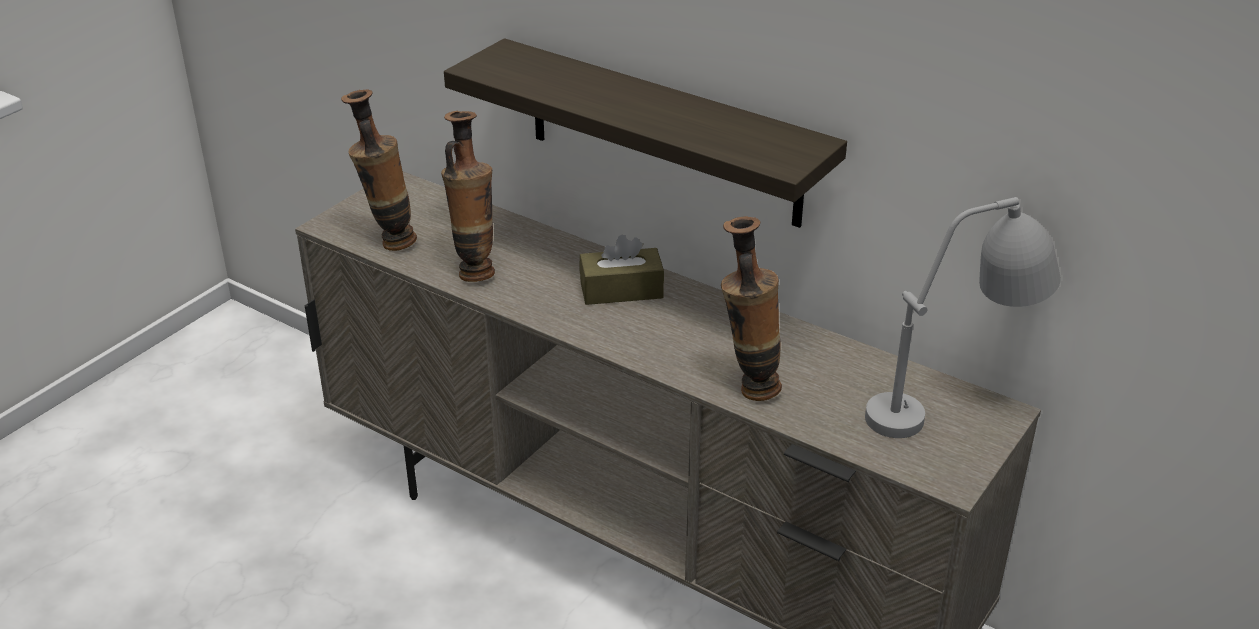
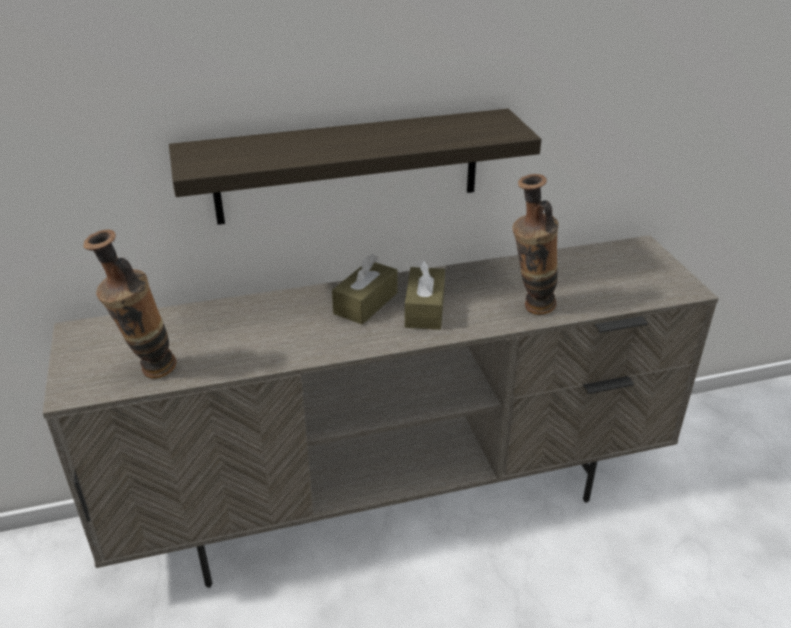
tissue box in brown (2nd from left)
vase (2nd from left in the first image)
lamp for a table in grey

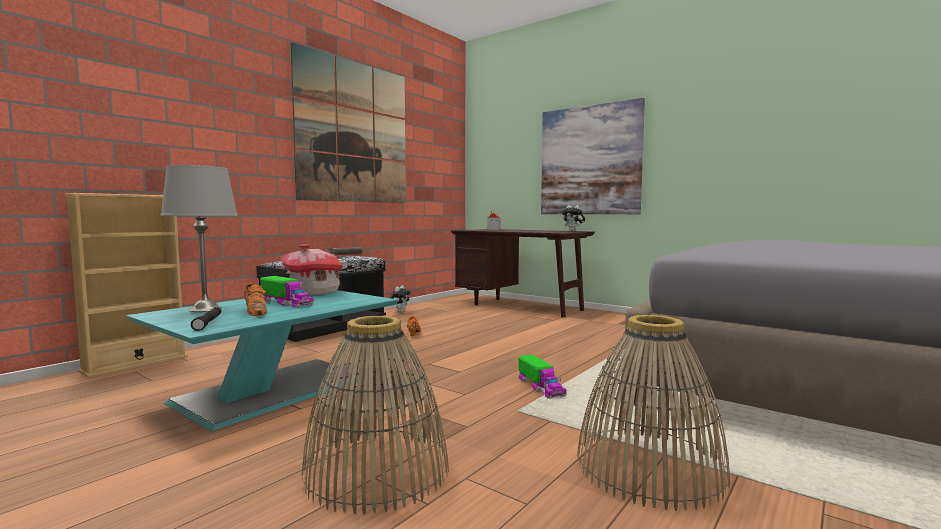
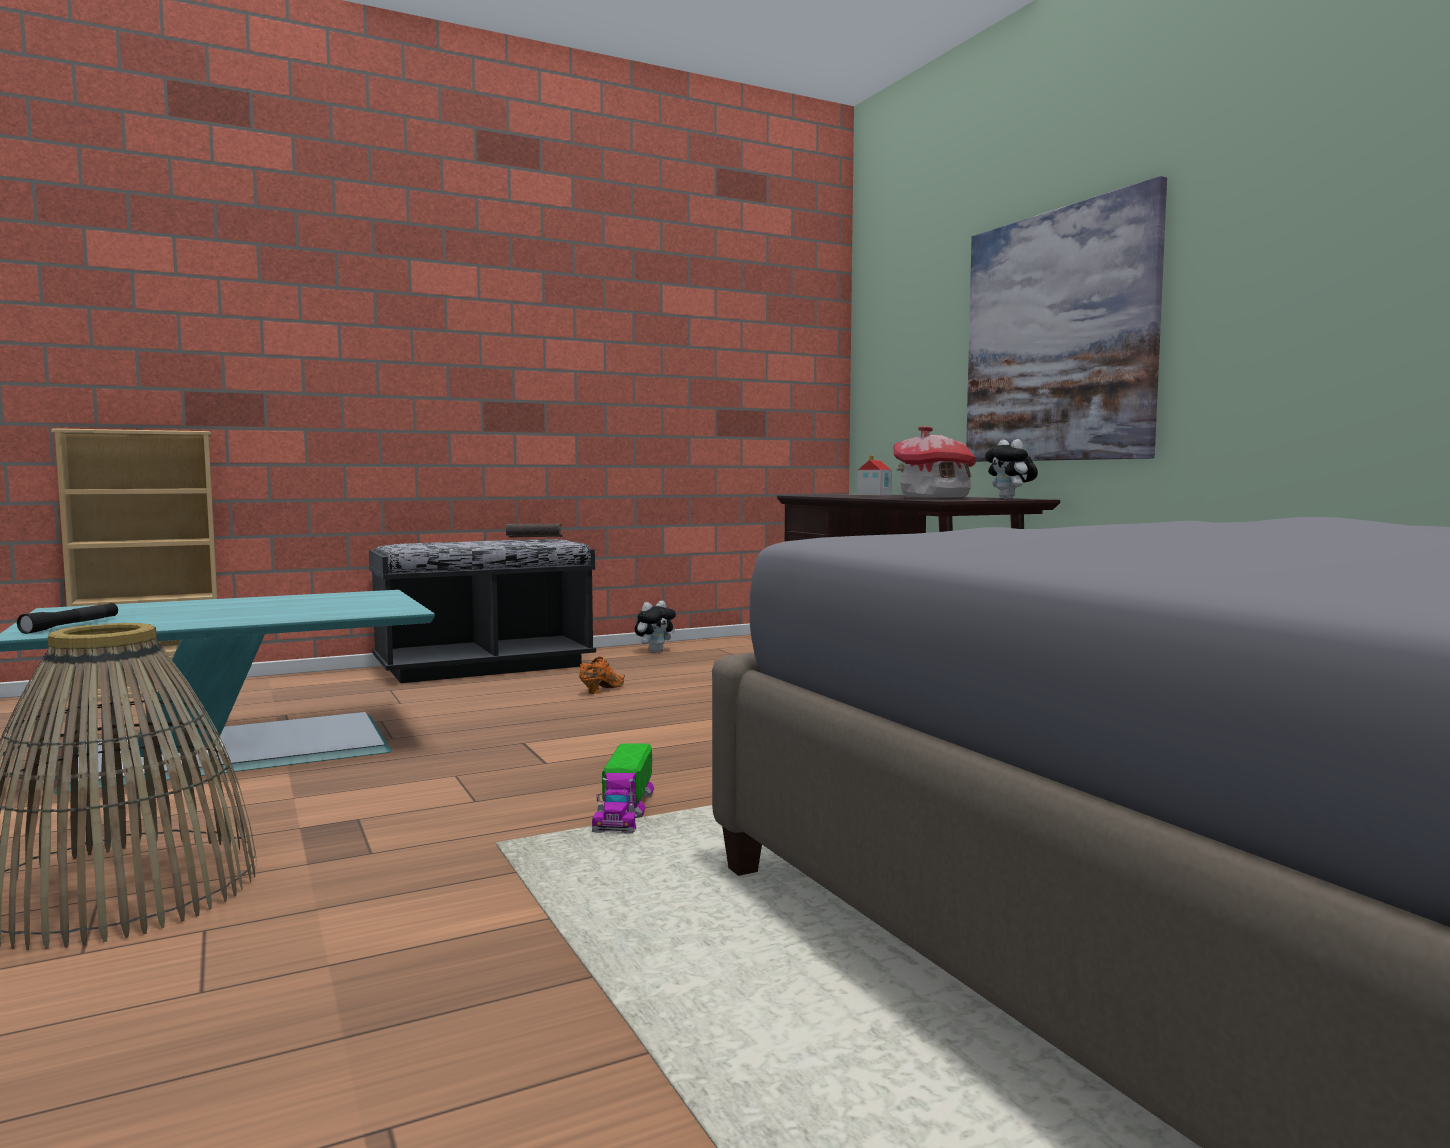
miniature house (2nd from left)
lamp for a table in grey
low shoe in orangey (1st from left in the first image)
toy lorry (1st from left in the first image)
wall picture (1st from left in the first image)
basket (2nd from left in the first image)

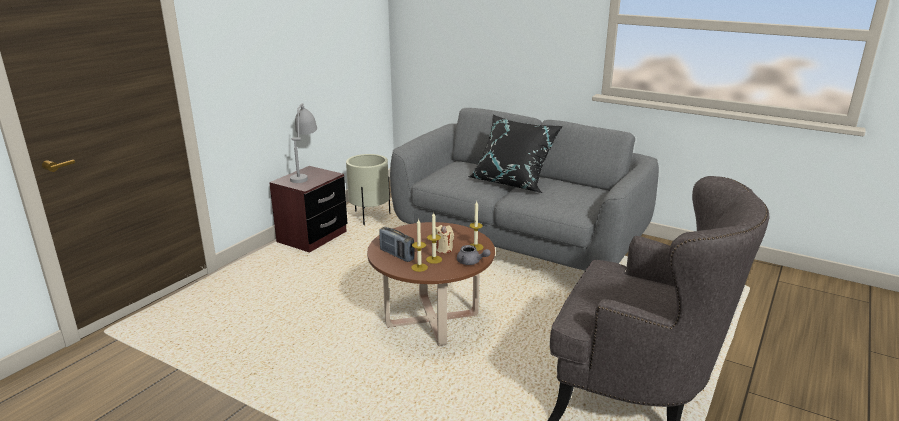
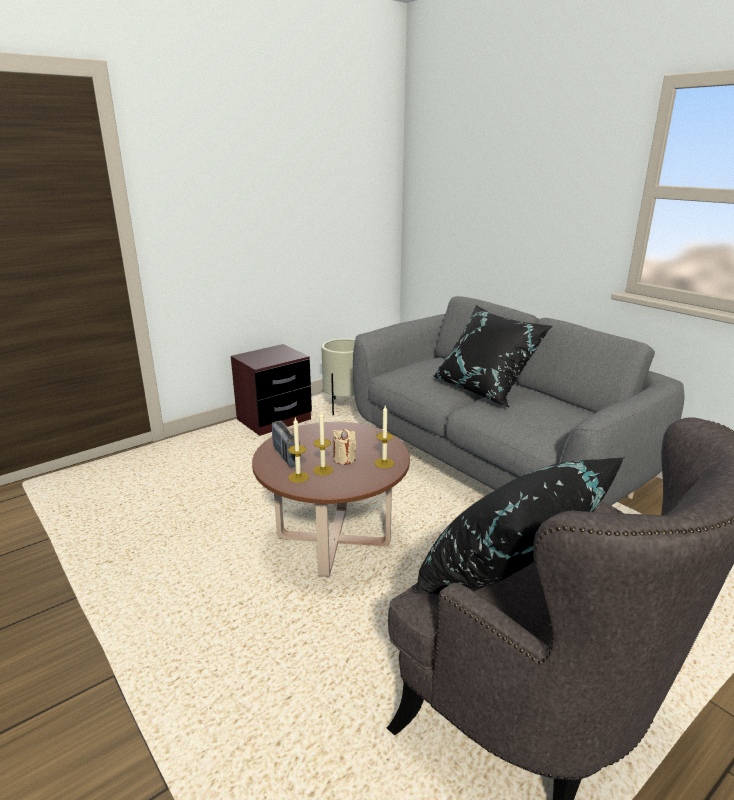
pillow in black-coloured (2nd from left)
lamp for a table in grey
tea pot in grey

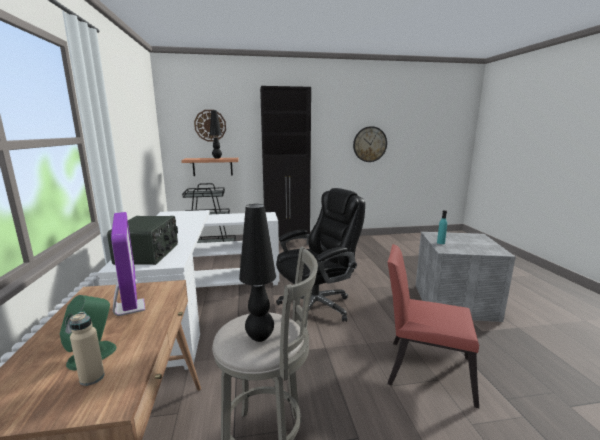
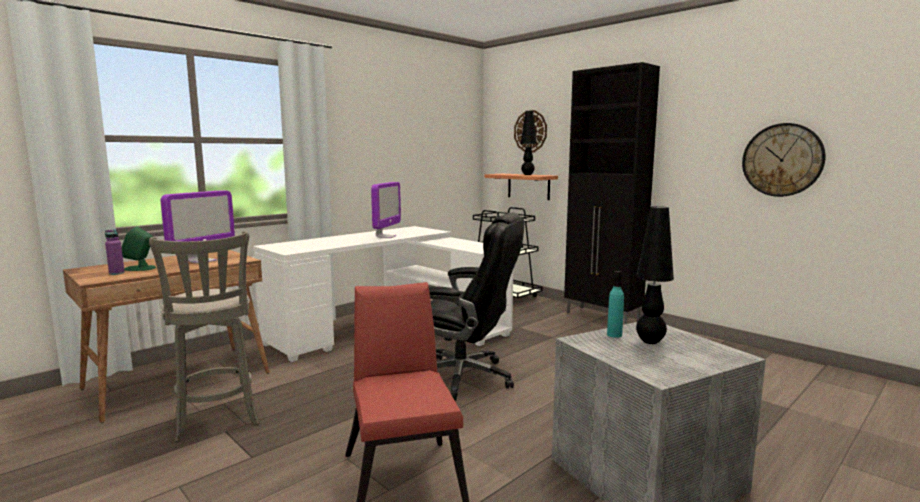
bottle in purple-coloured
computer display (2nd from left)
lamp for a table in black-coloured (2nd from left)
radio

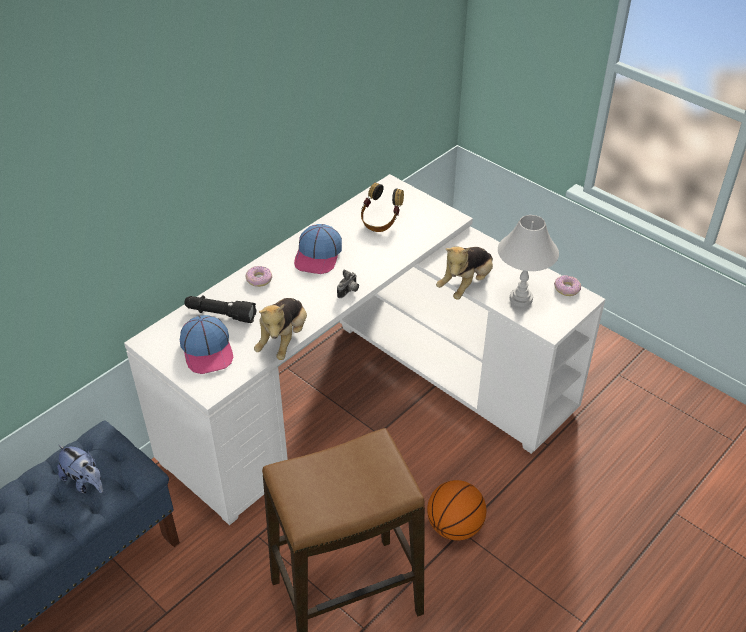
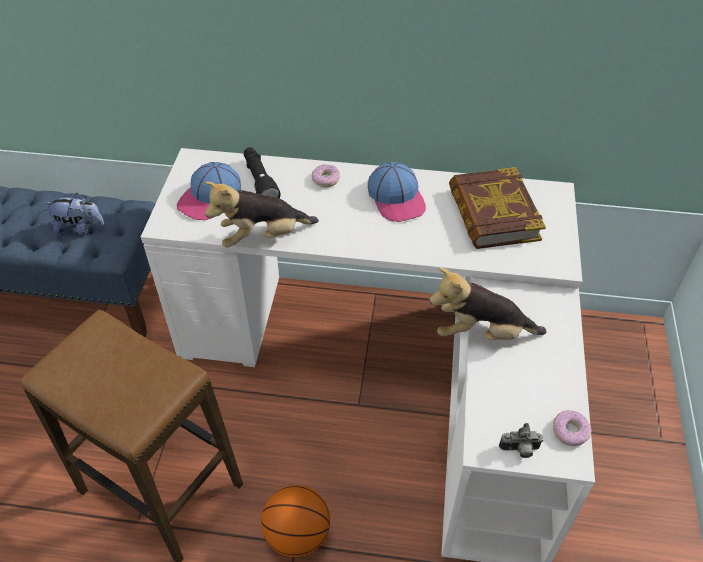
cuddly toy (1st from left)
cap (2nd from left)
volume
photo camera
lamp for a table in white

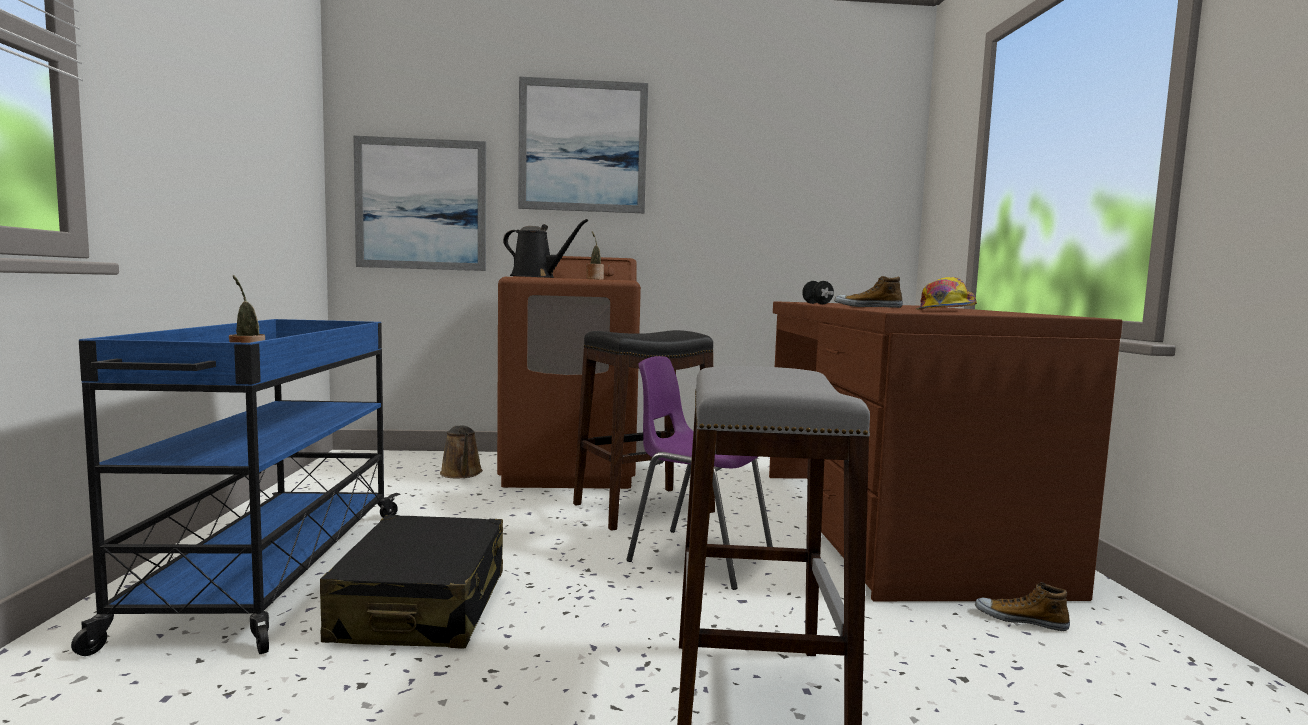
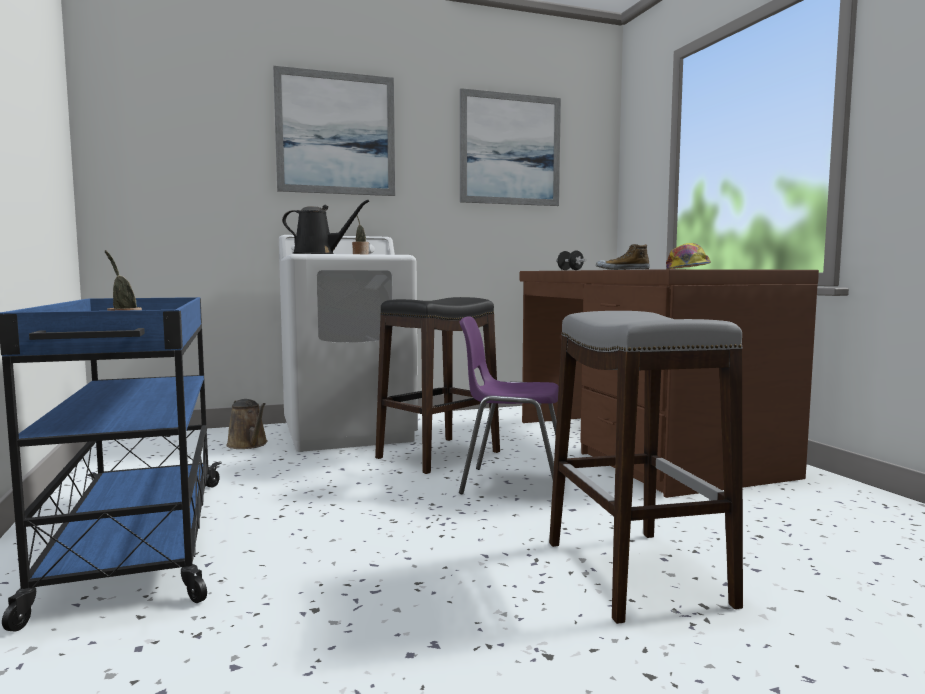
laundry machine in white
wall picture (2nd from left)
suitcase in black-coloured
low shoe (2nd from left in the first image)

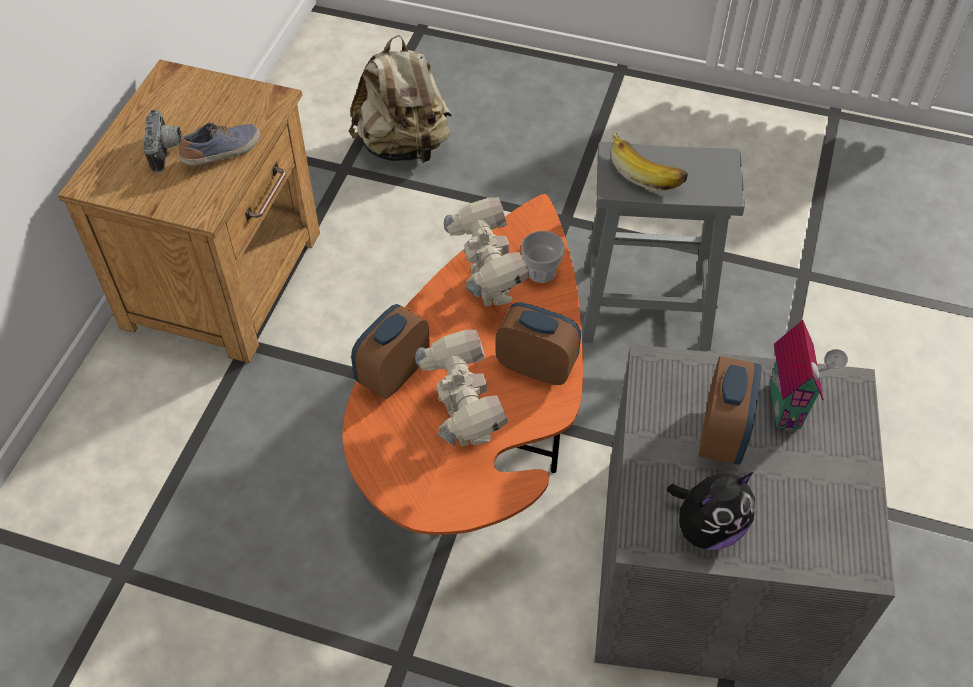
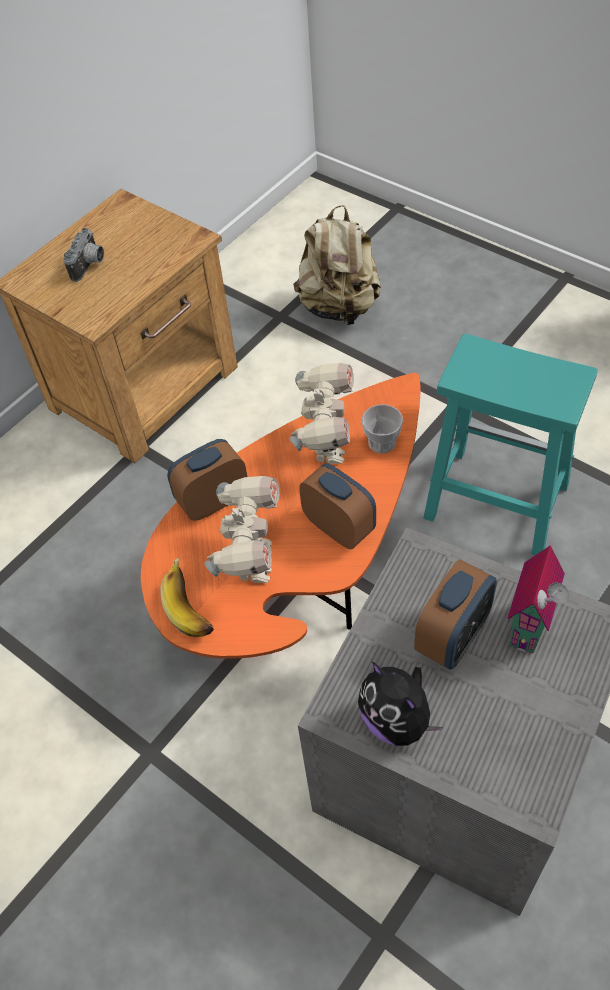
banana
cuddly toy
stool in turquoise-coloured
low shoe

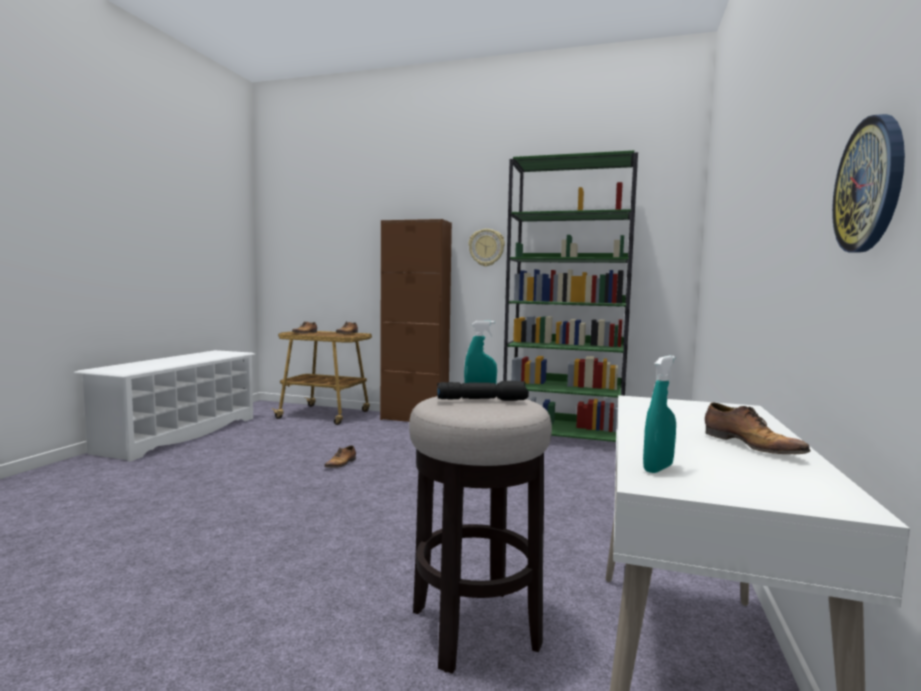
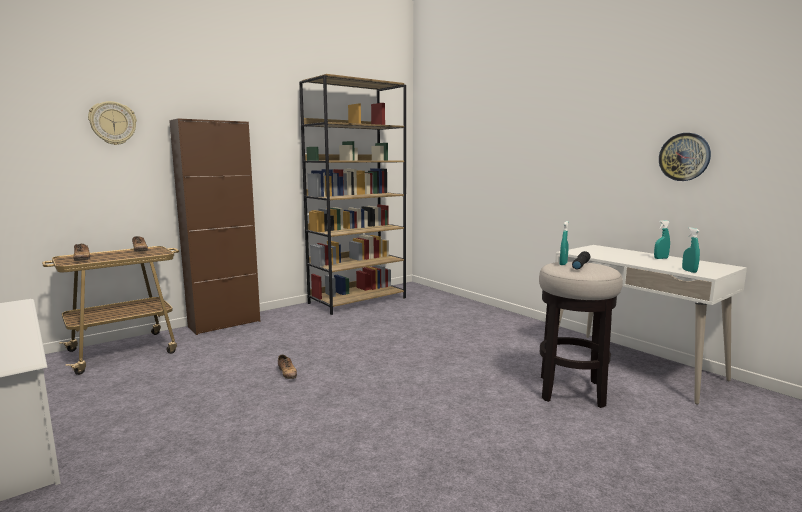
wall clock (1st from left)
bookshelf in brown
hand sprayer in turquoise-coloured (2nd from left)

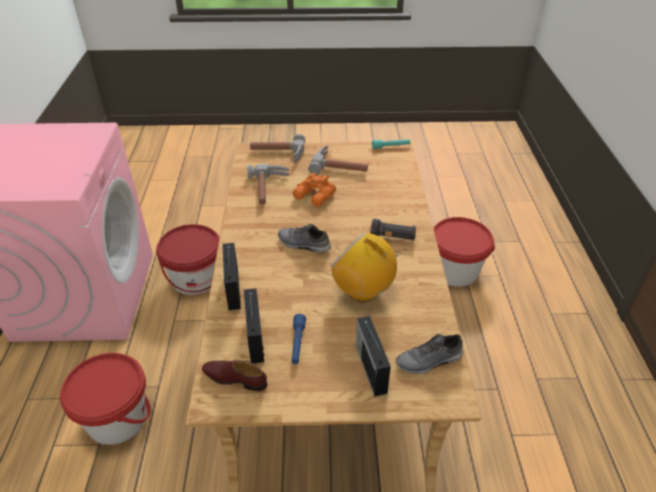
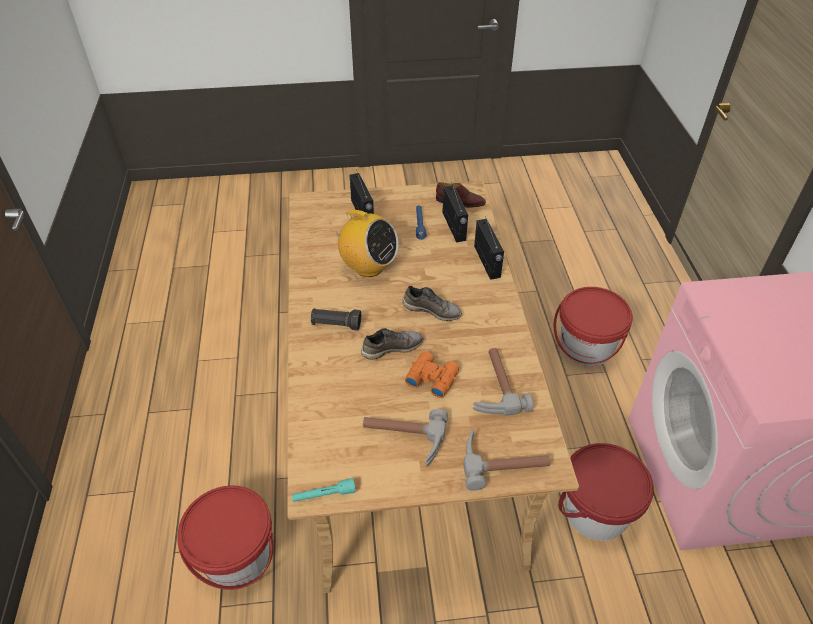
low shoe in grey (1st from left)

